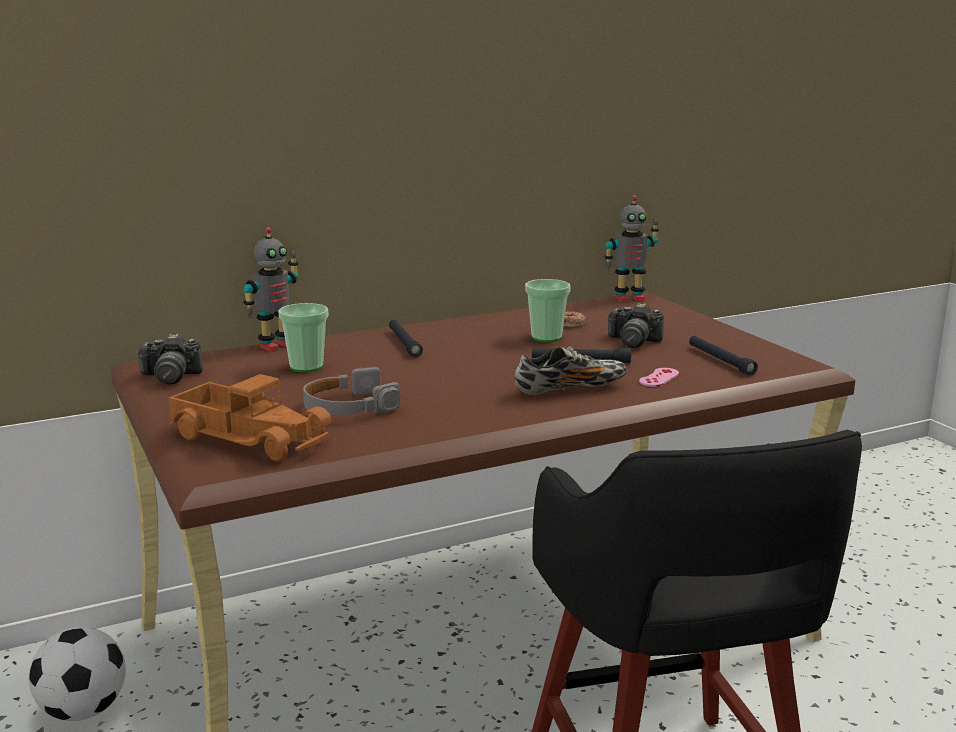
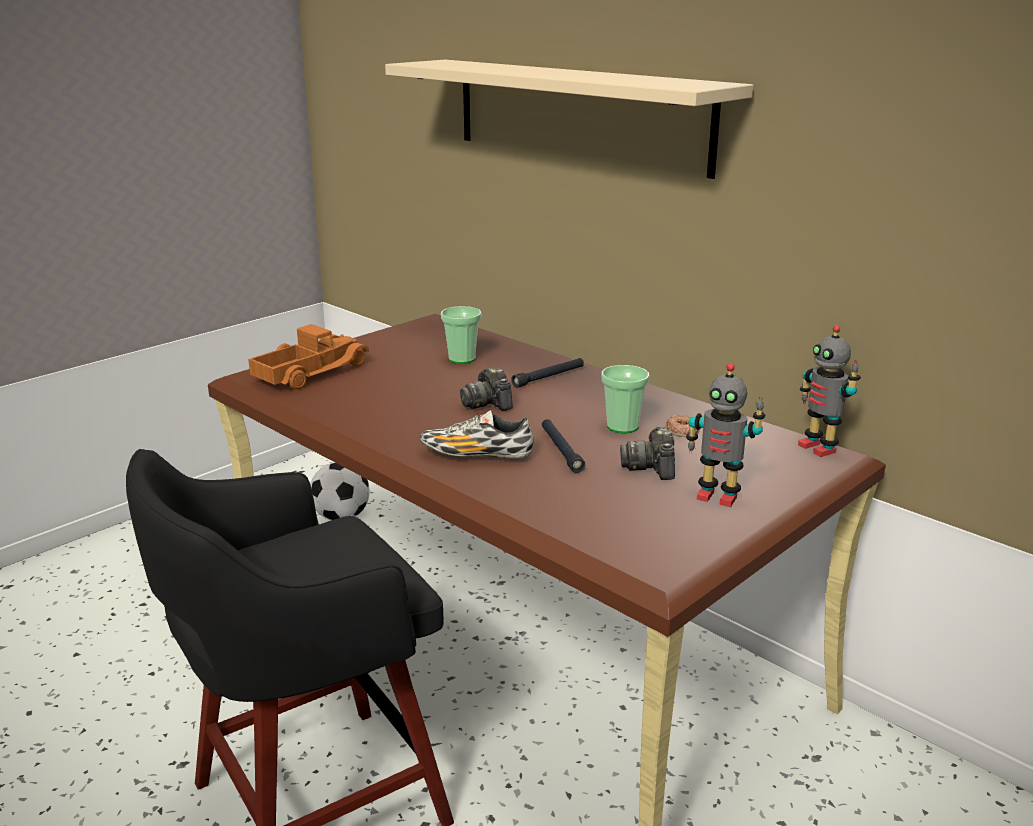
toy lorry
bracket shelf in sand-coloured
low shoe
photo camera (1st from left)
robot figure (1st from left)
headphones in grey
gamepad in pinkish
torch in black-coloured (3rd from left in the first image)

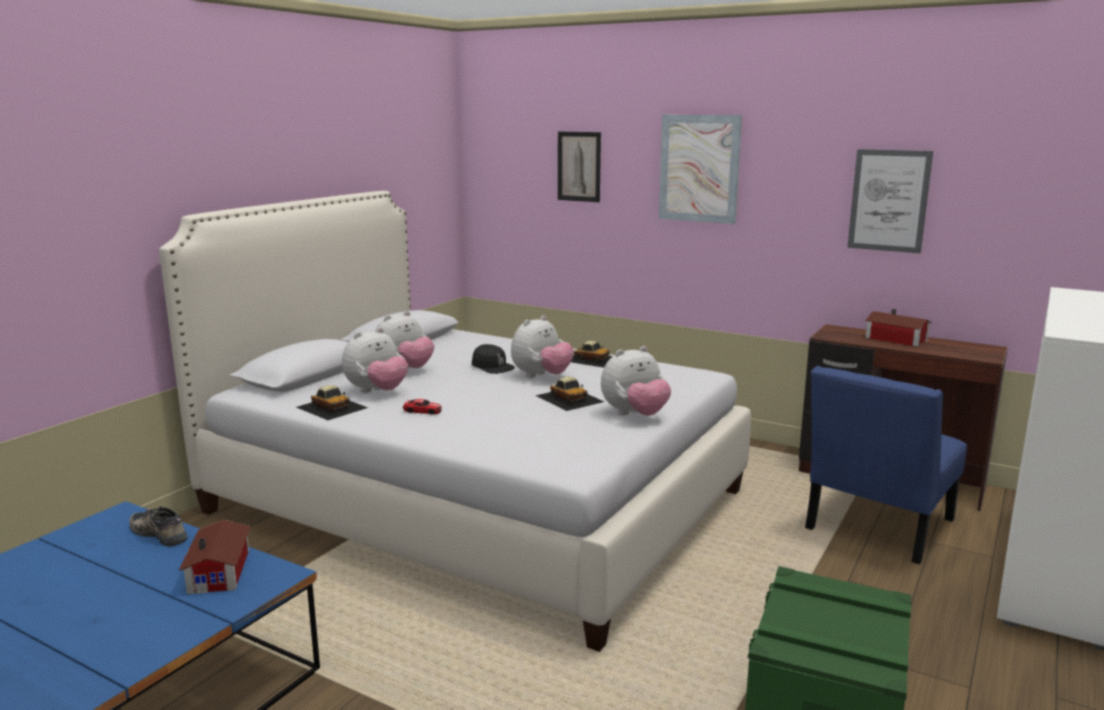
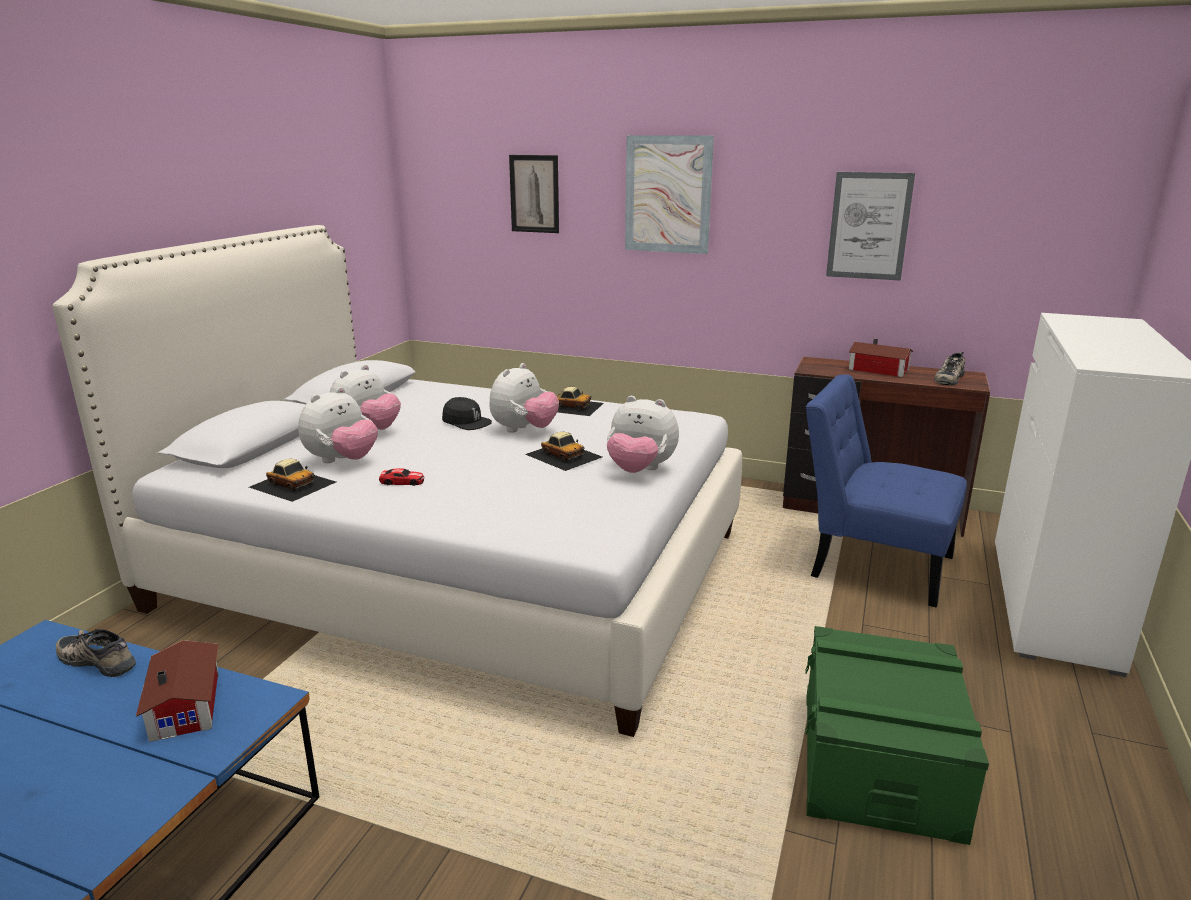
cuddly toy (4th from left)
chair in blue
low shoe (2nd from left)

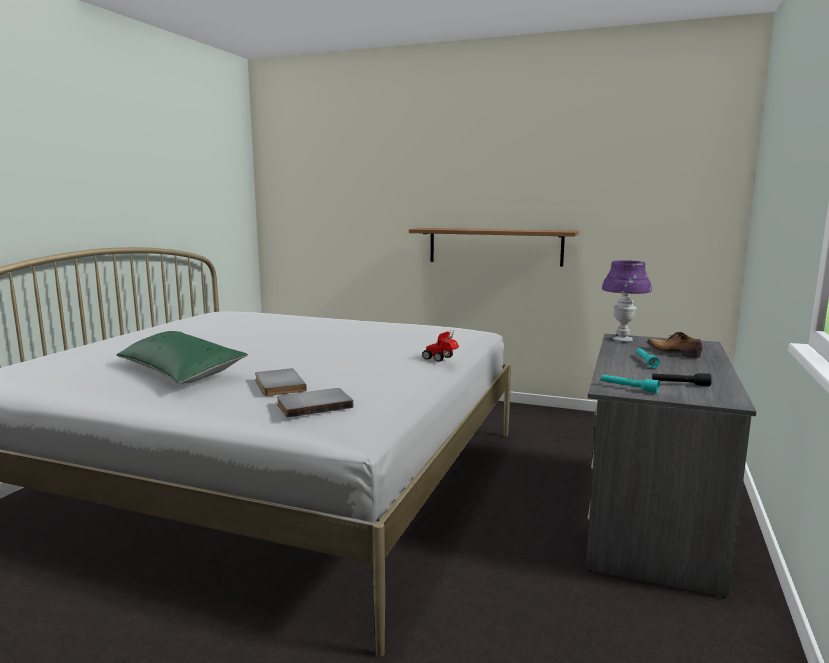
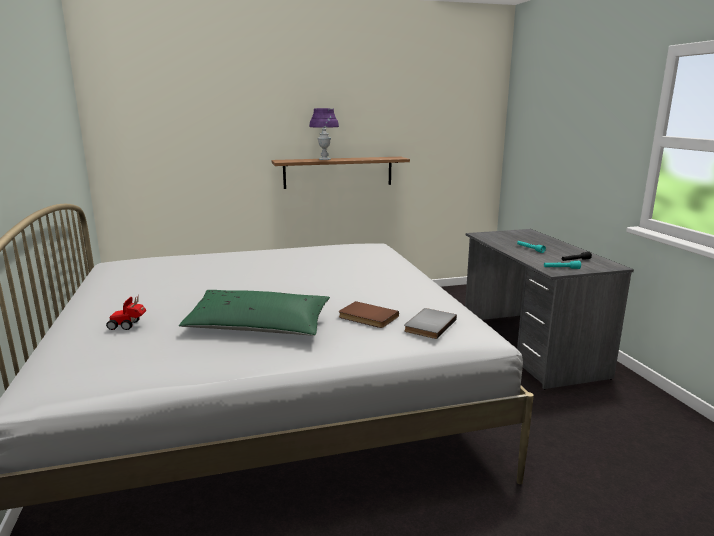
model car
lamp for a table in purple-coloured
volume in brown
low shoe

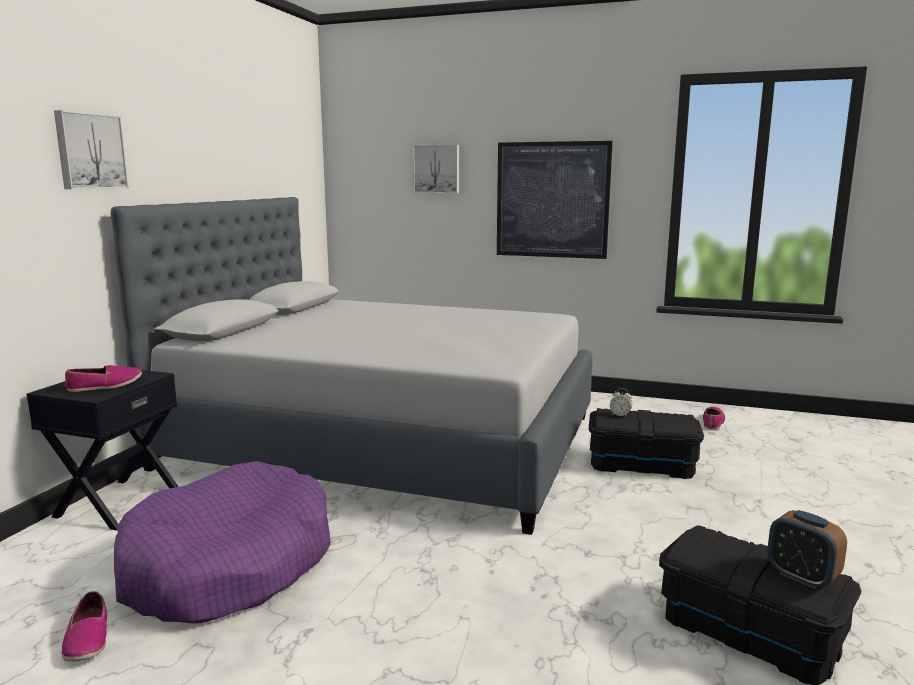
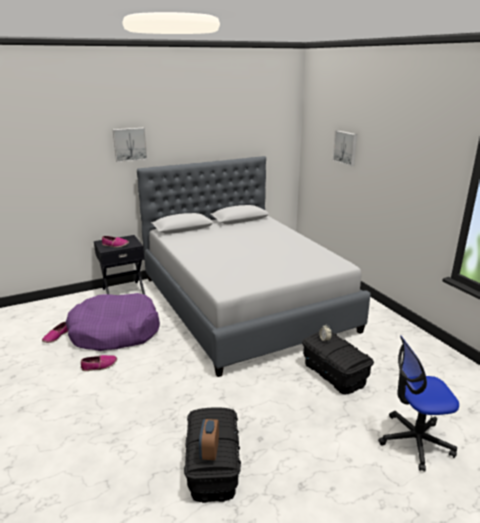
low shoe (2nd from left)
computer chair
wall picture (3rd from left in the first image)

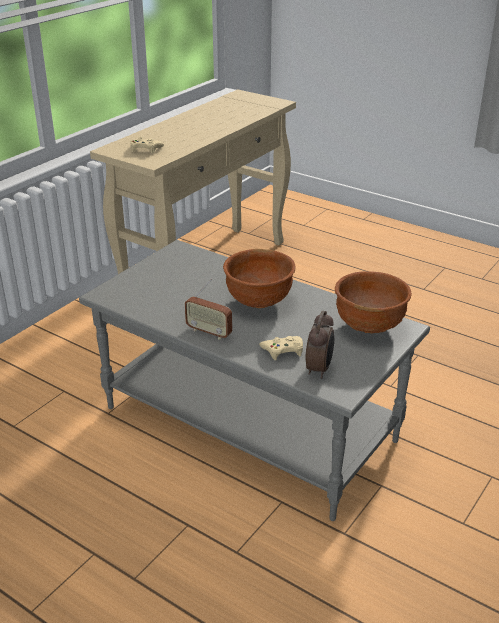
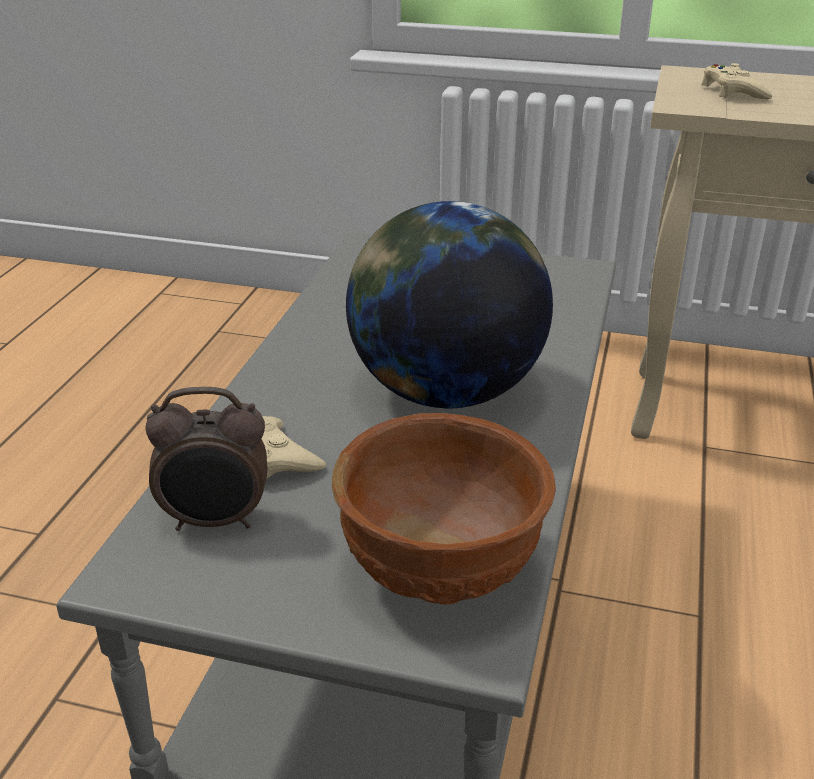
desk globe
radio

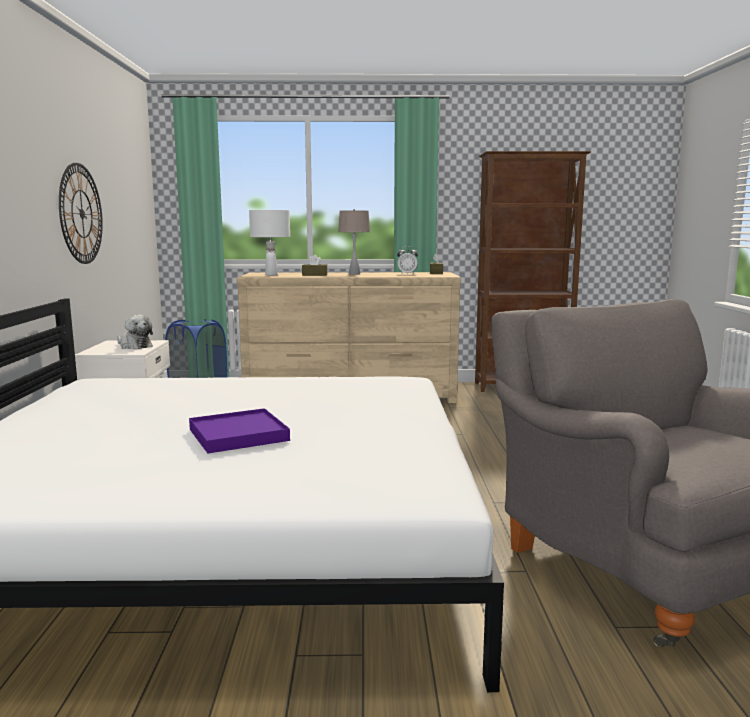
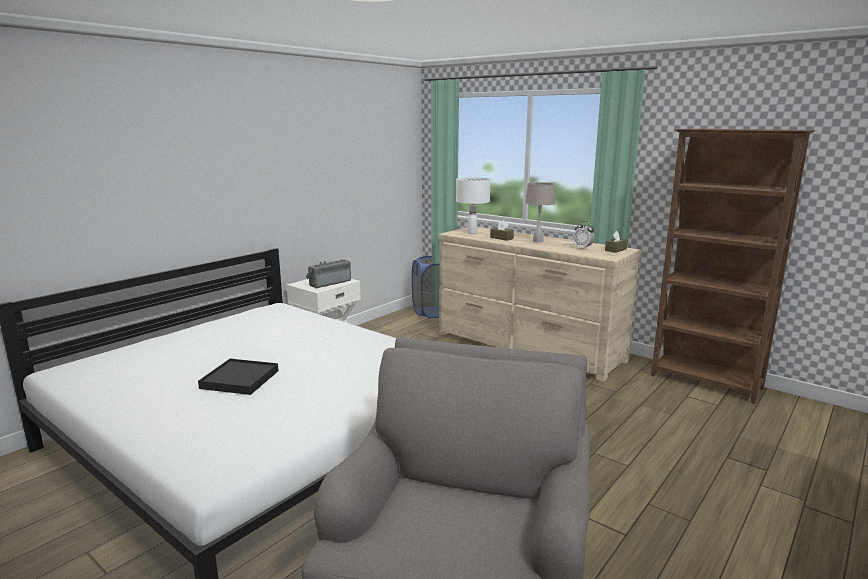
serving tray in black-coloured
radio
wall clock

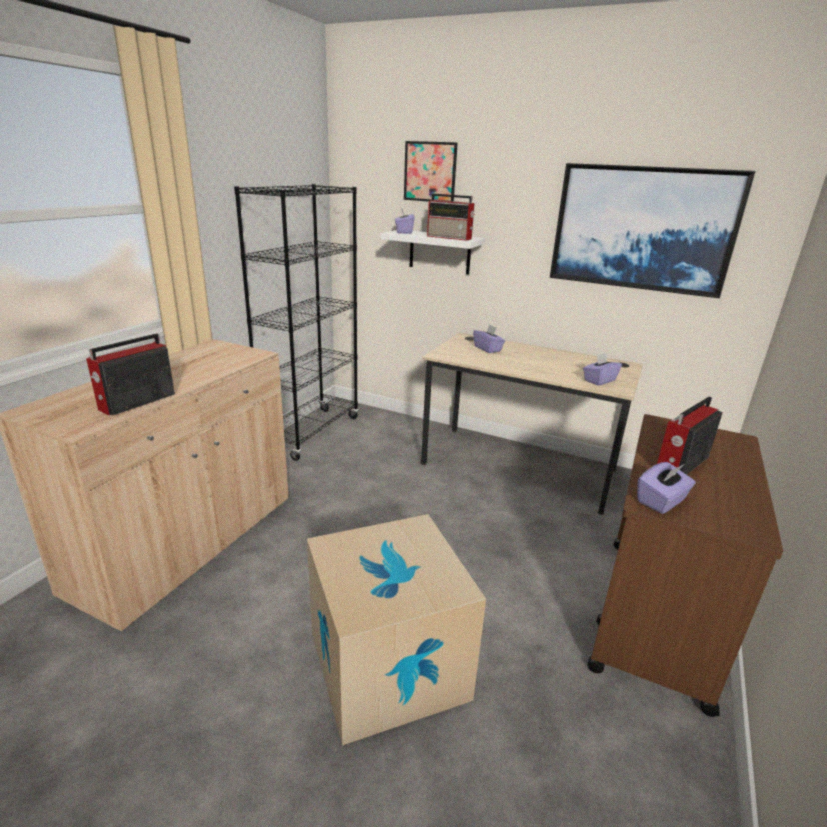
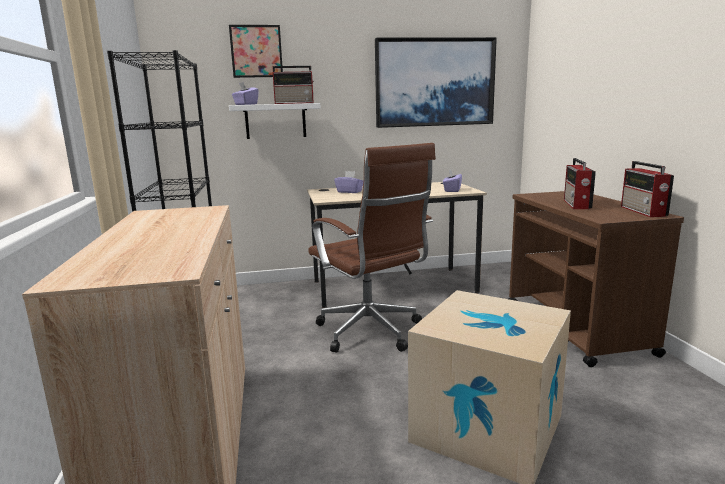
computer chair in brown
radio (3rd from left)
tissue box in purple-coloured (4th from left in the first image)

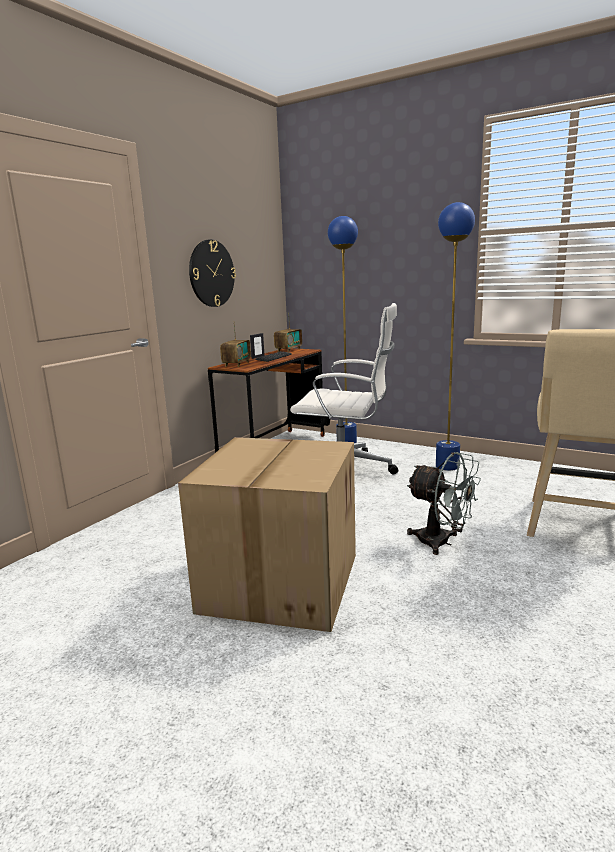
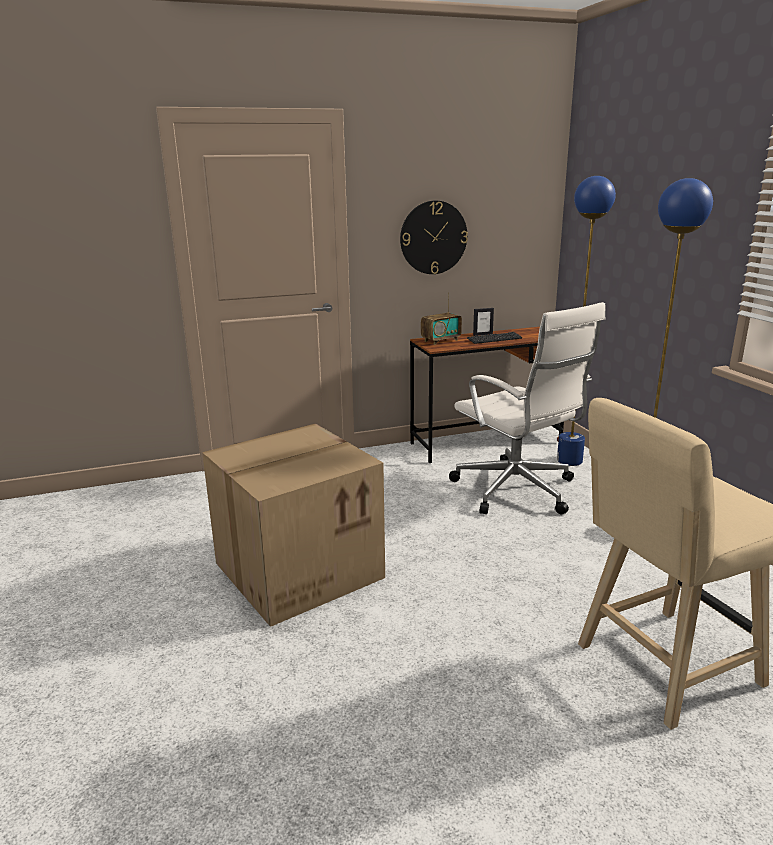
radio (2nd from left in the first image)
fan in grey

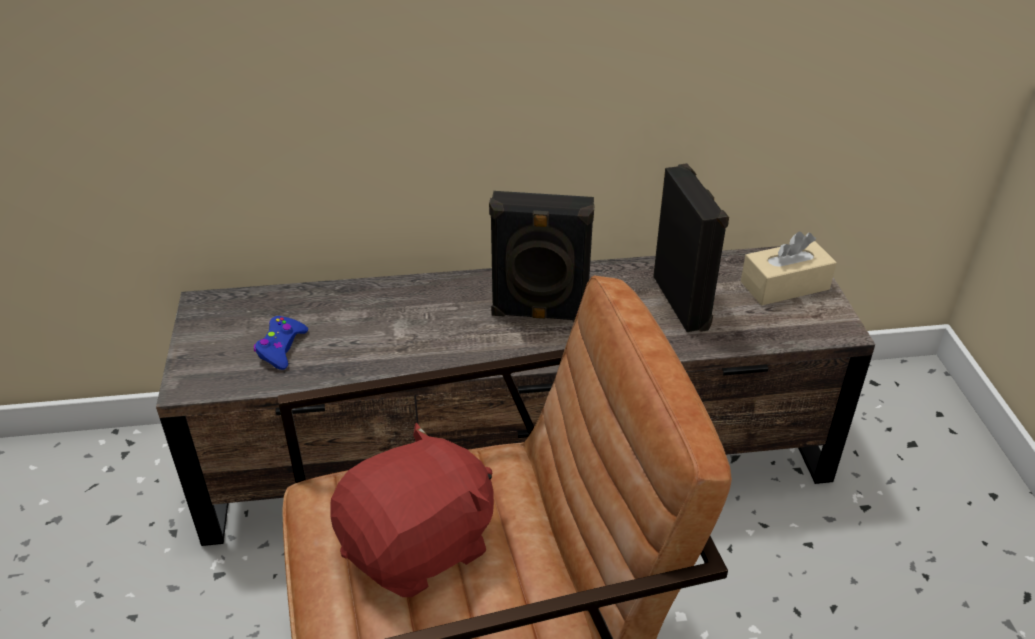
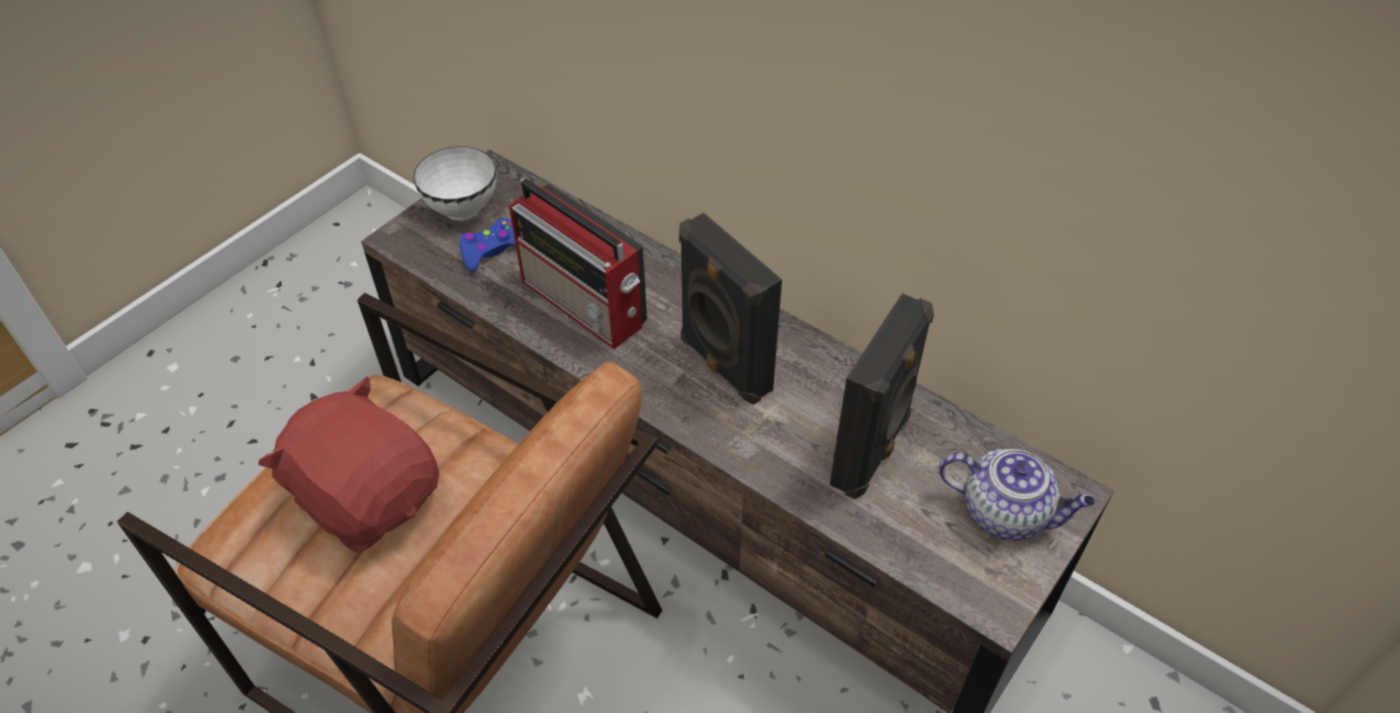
cuddly toy in red-coloured
serving bowl in white
radio
tea pot

